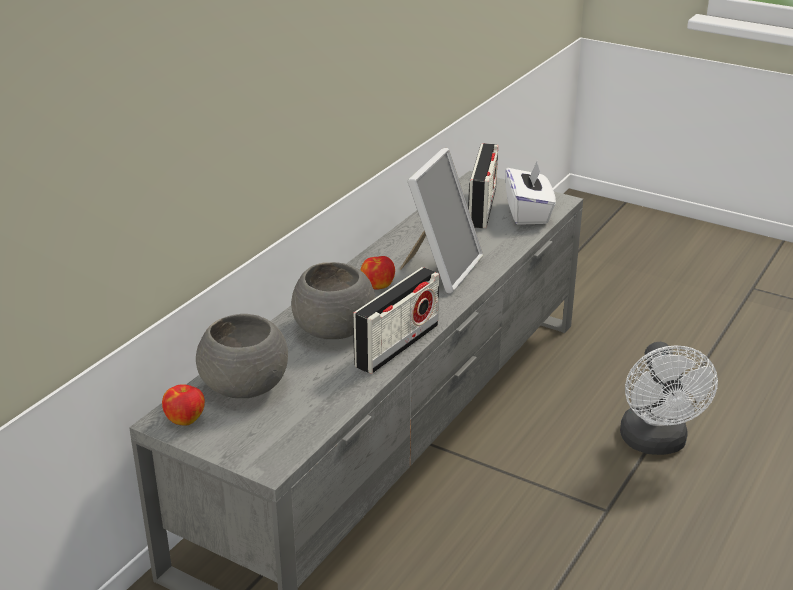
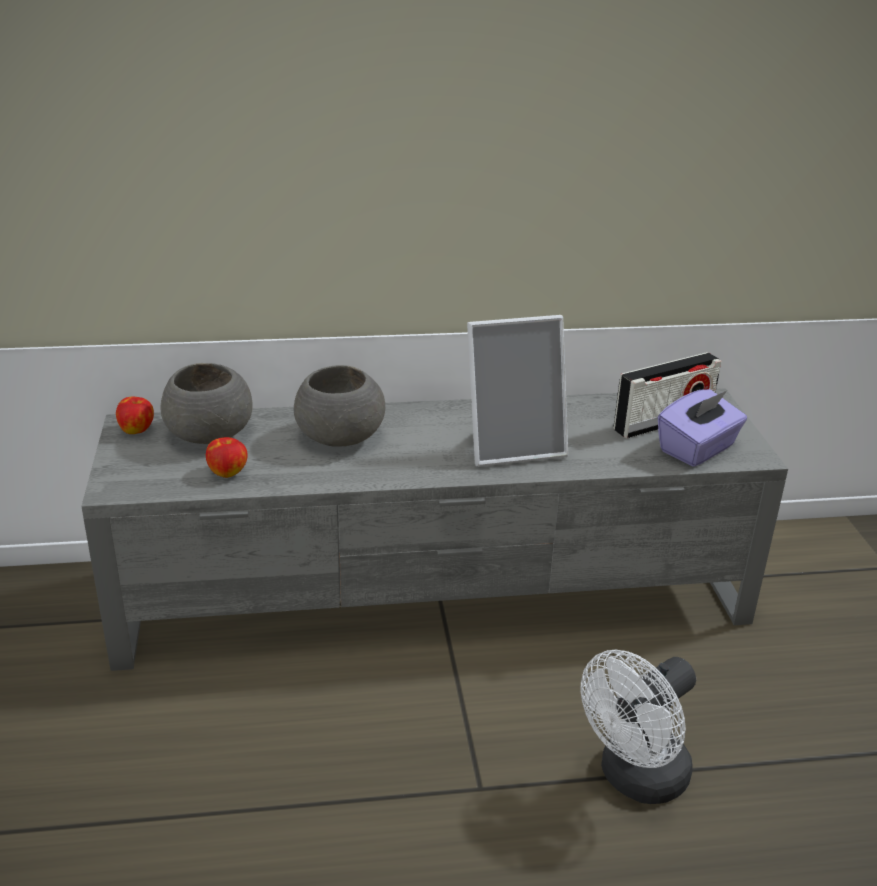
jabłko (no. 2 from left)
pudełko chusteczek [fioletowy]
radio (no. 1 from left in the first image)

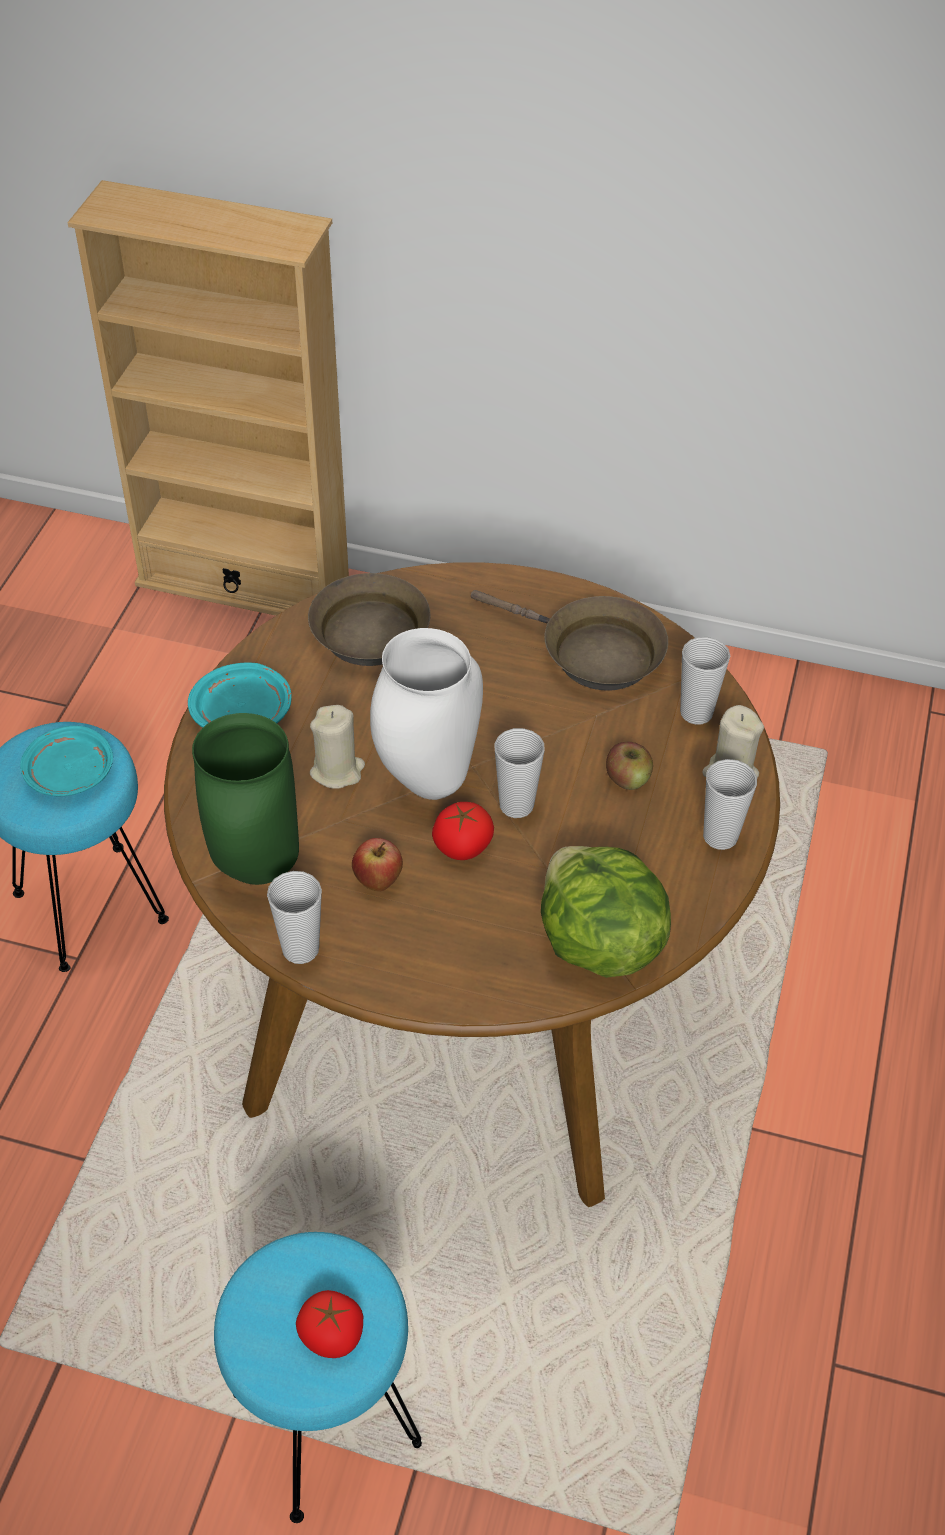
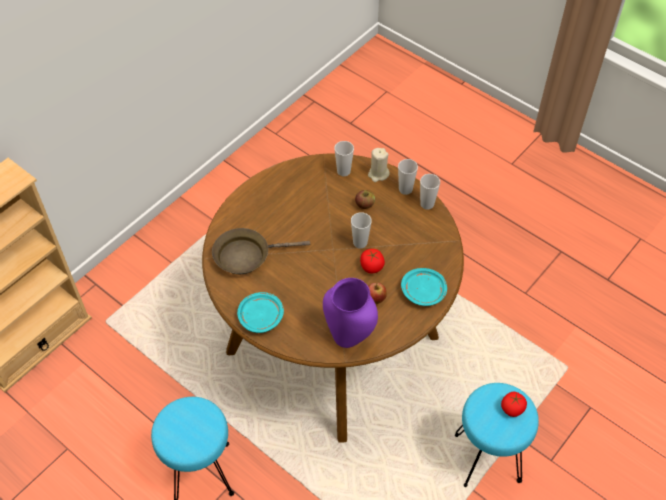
wazon [fioletowy]
talerz [turkusowy] (no. 2 from left)
filiżanka (no. 4 from left)
świeca [beżowy] (no. 1 from left in the first image)
wazon [biały]
patelnia [brązowy] (no. 2 from left in the first image)
sałata

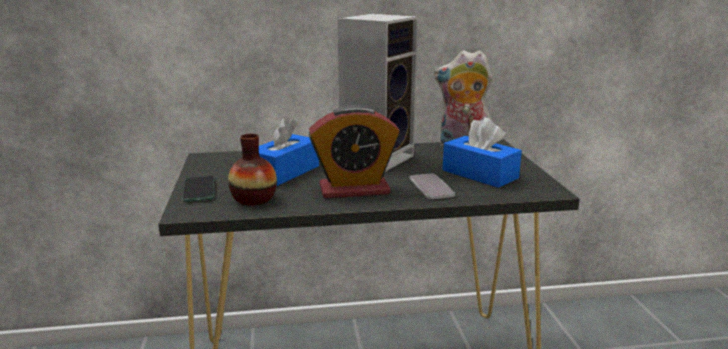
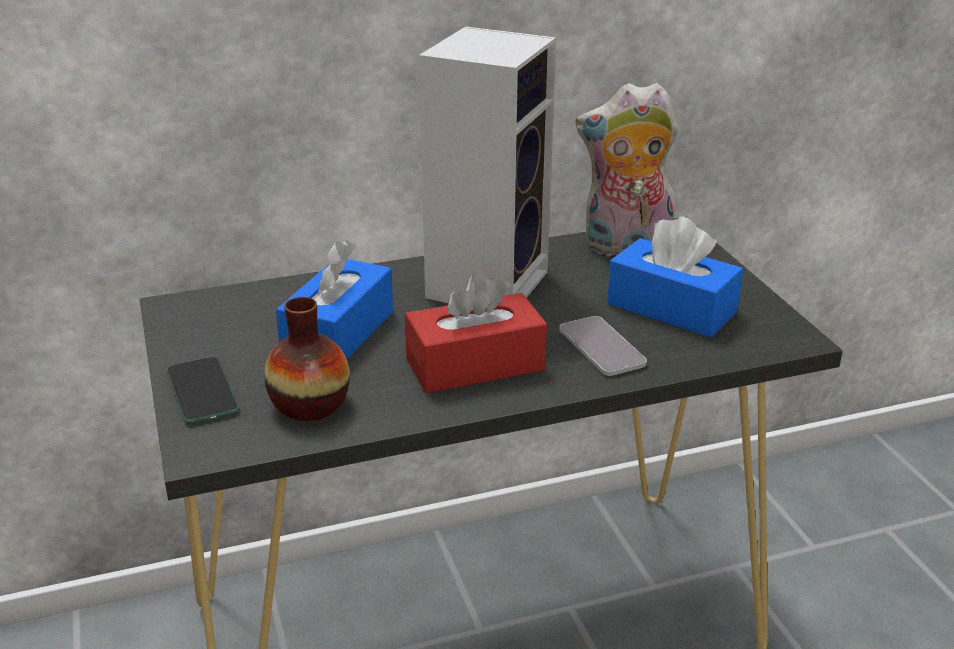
pudełko chusteczek [czerwony]

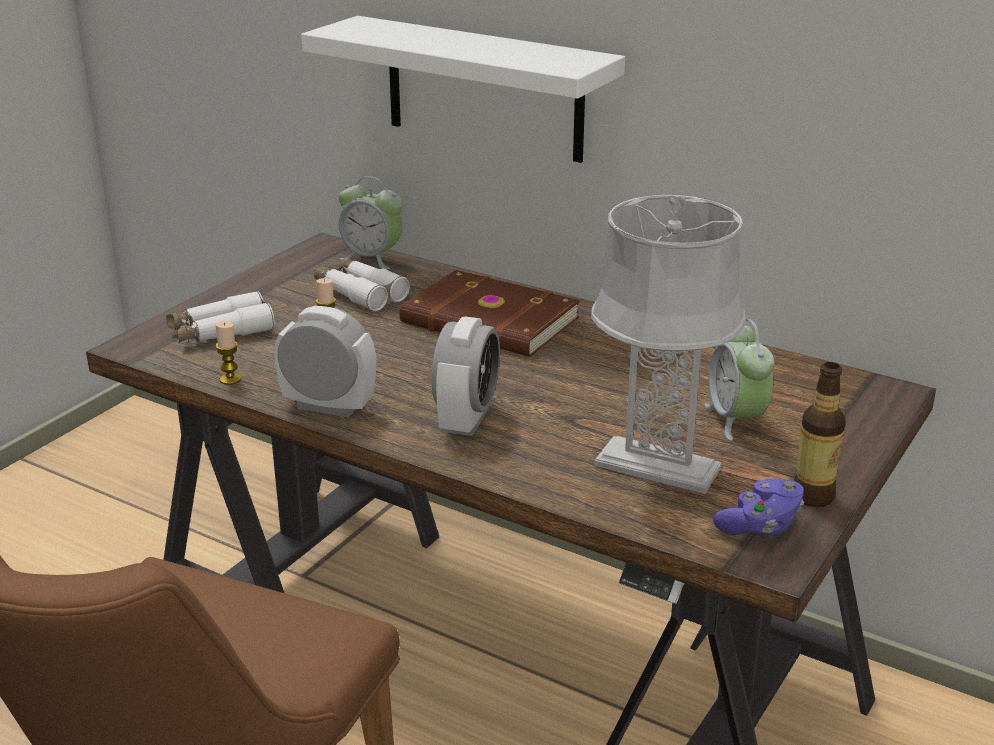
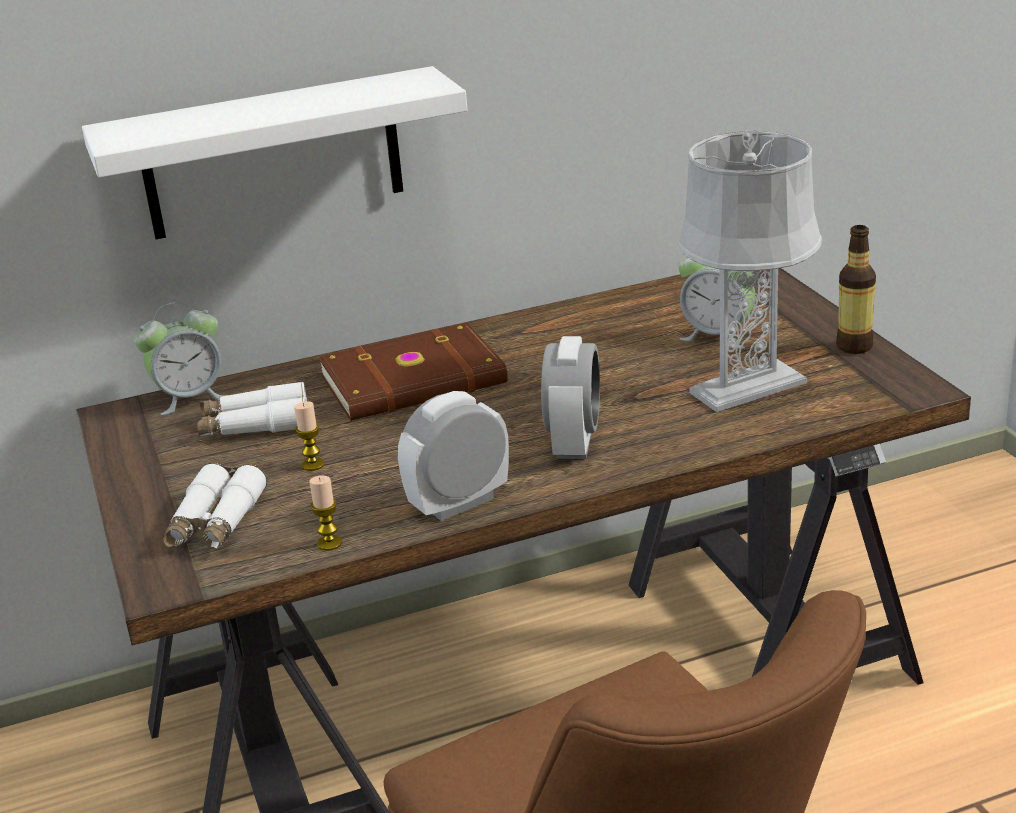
budzik (no. 3 from left)
pad do gier [fioletowy]

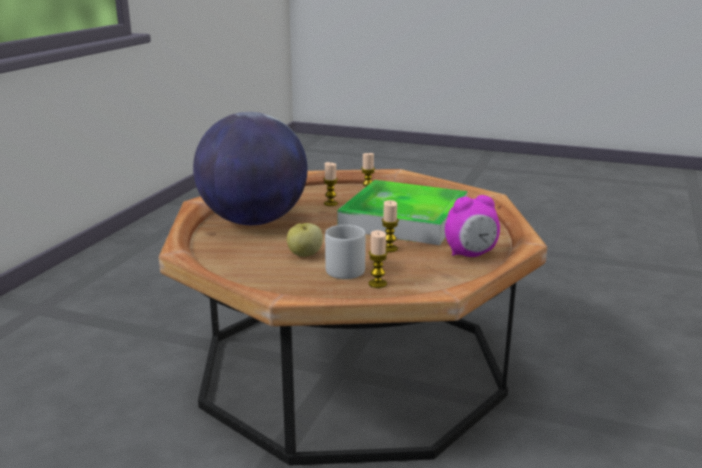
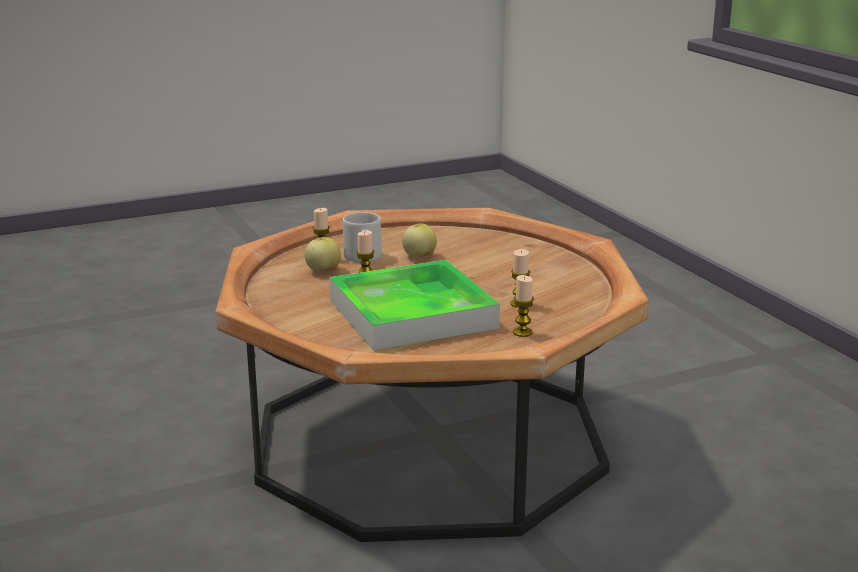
jabłko (no. 1 from left)
globus
budzik

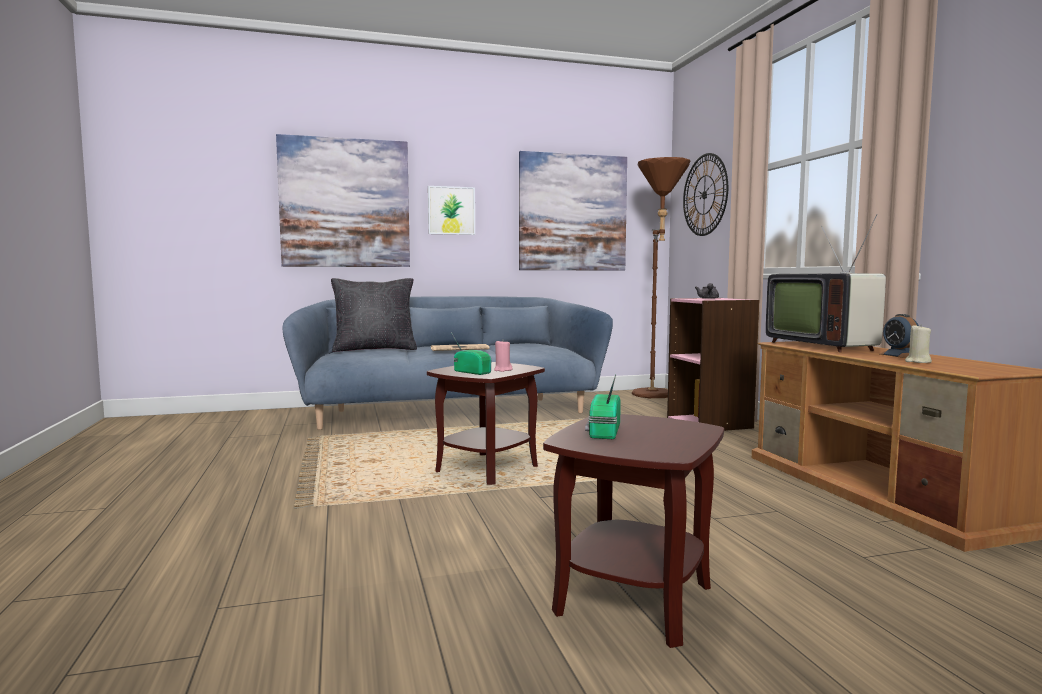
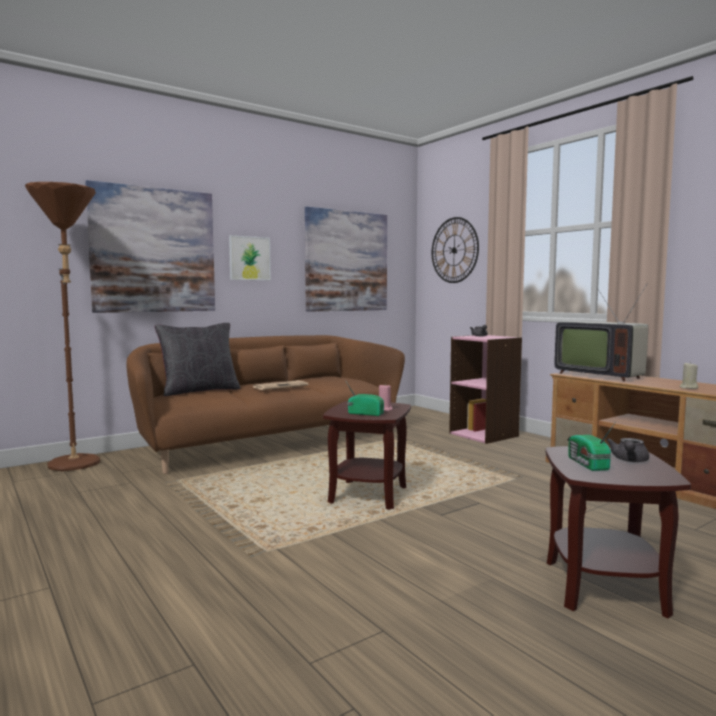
lampa stojąca [brązowy]
kanapa [brązowy]
imbryk [szary] (no. 2 from left)
budzik

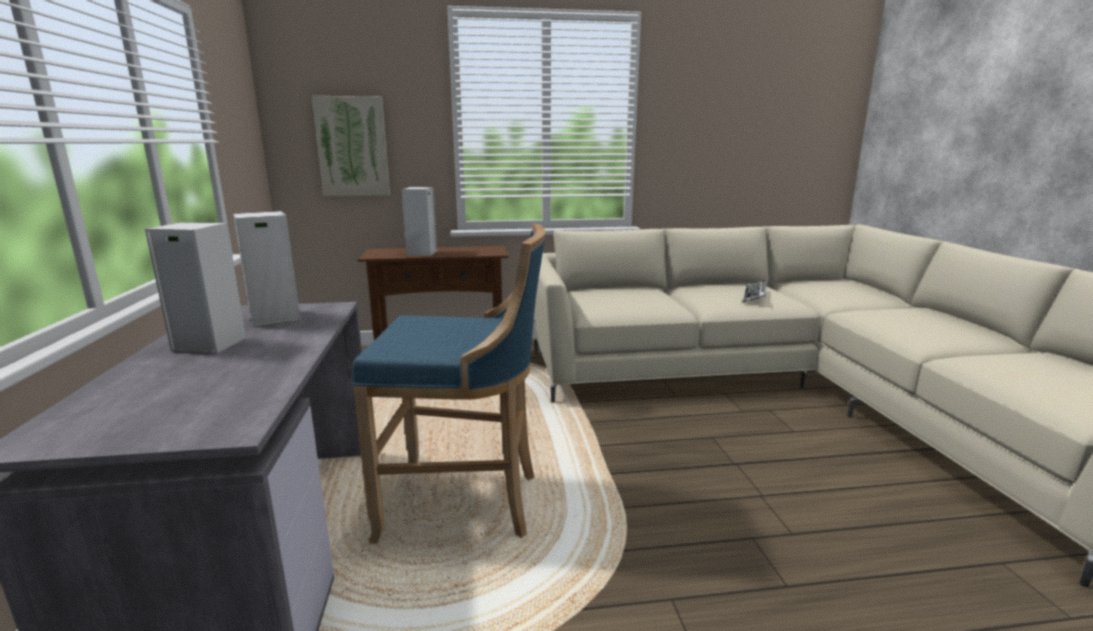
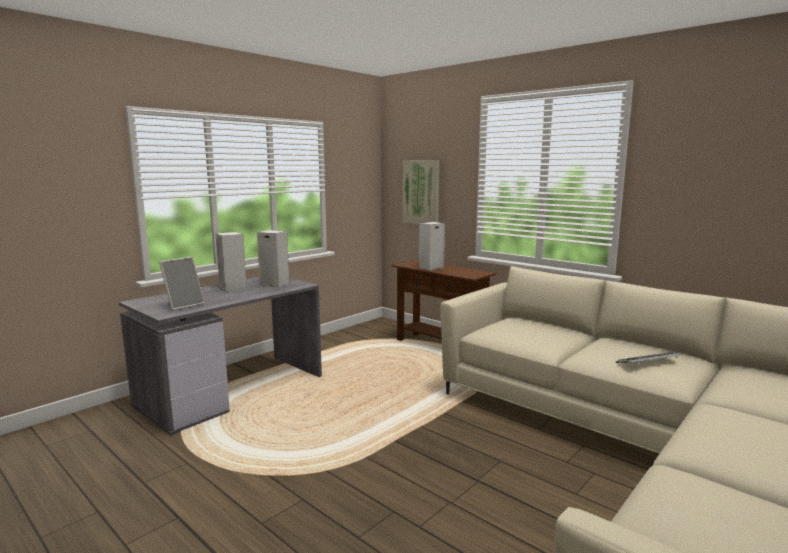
ramka na zdjęcie
stołek [niebieski]

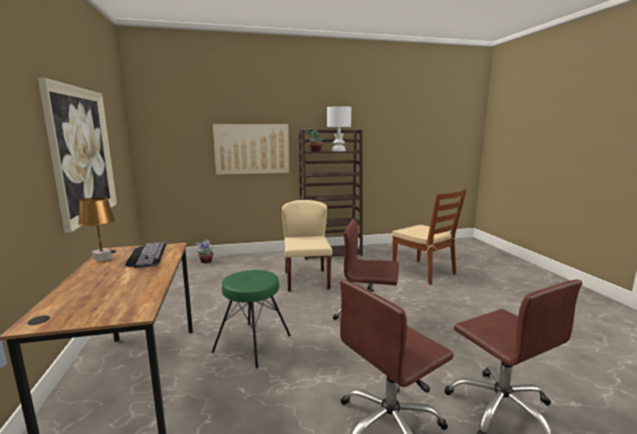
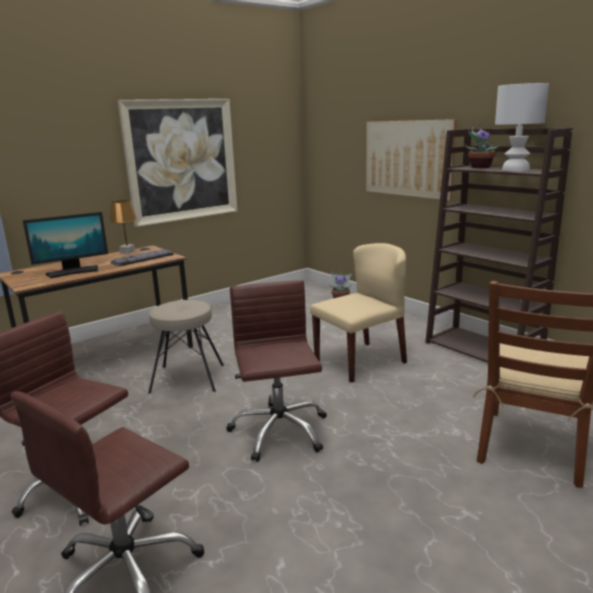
monitor
stołek [beżowy]

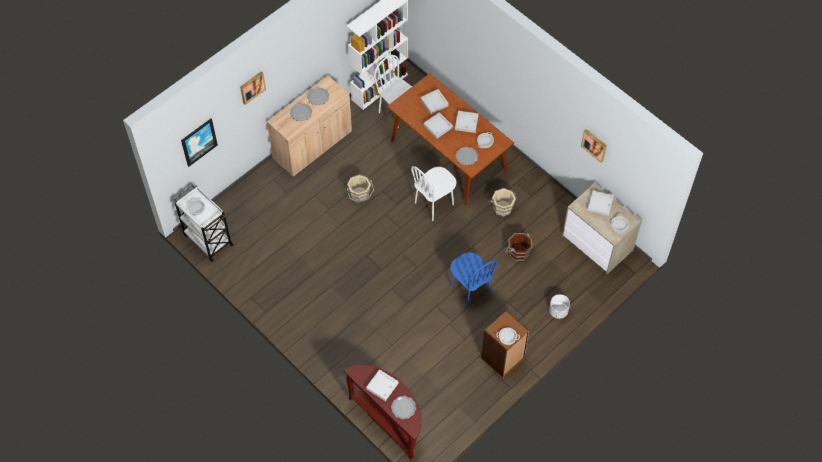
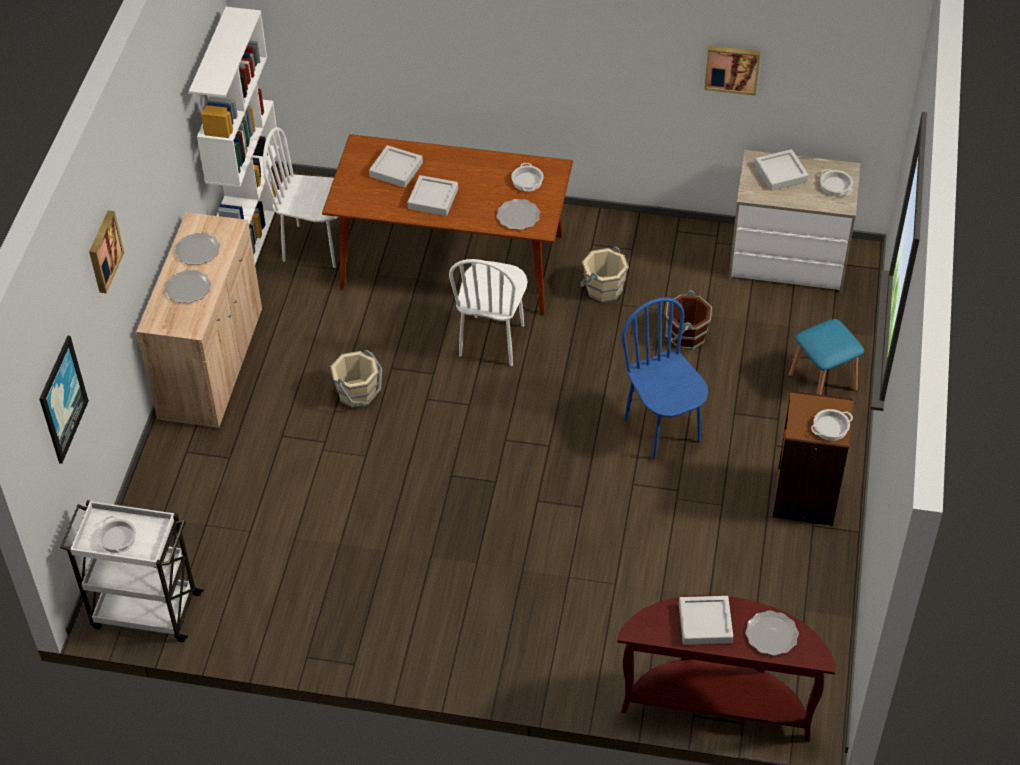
krzesło [niebieski]
stołek [niebieski]
taca [szary] (no. 4 from left in the first image)

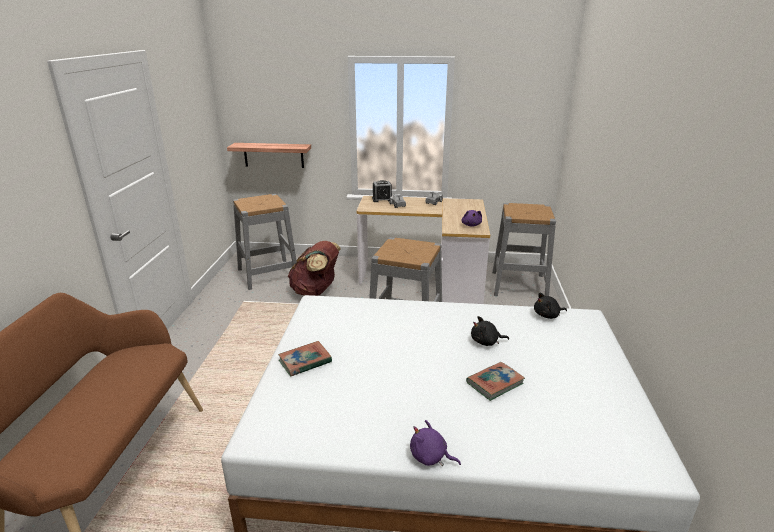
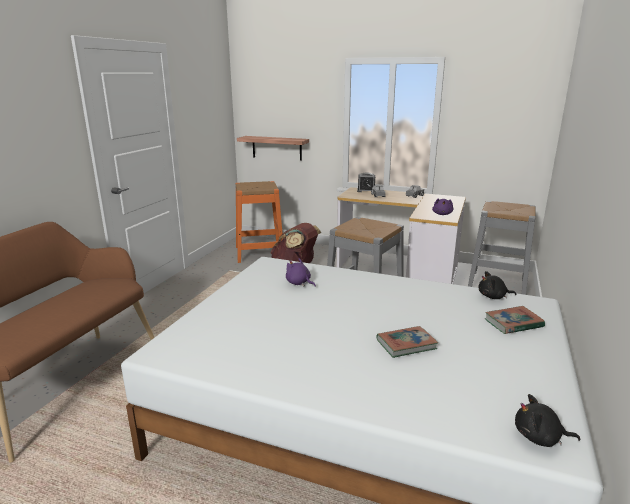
stołek [pomarańczowy]
pluszak [fioletowy] (no. 1 from left)
książka (no. 2 from left)
pluszak [czarny] (no. 2 from left)

